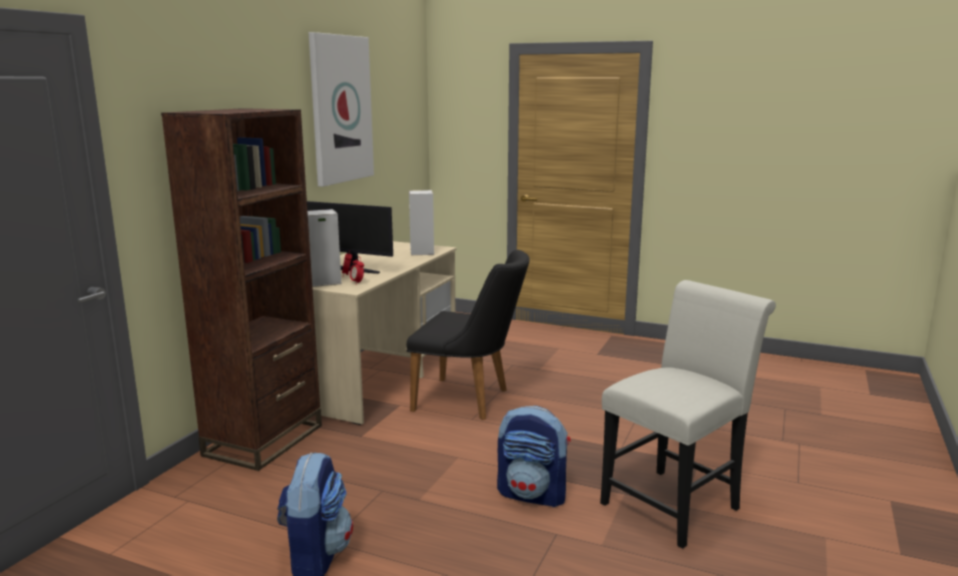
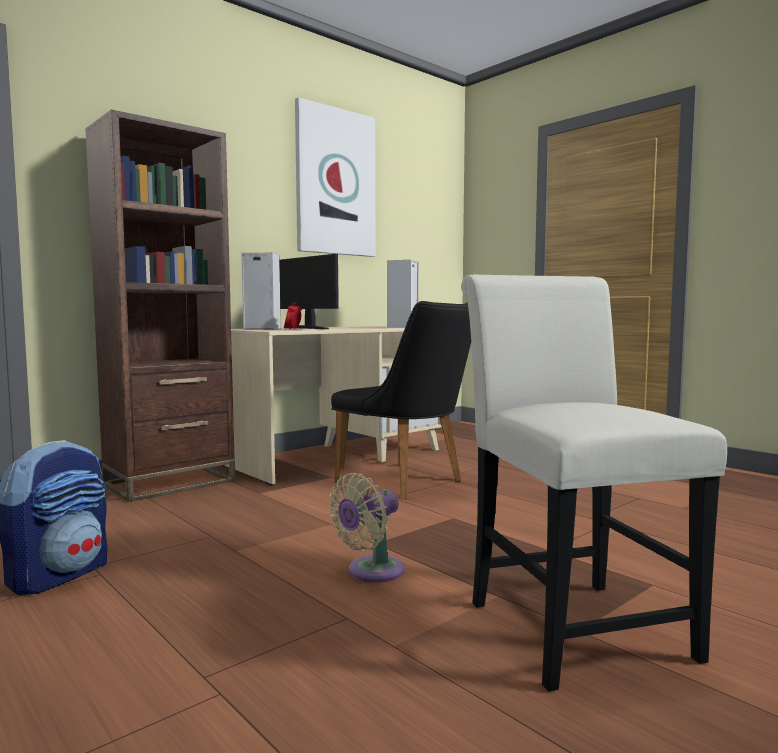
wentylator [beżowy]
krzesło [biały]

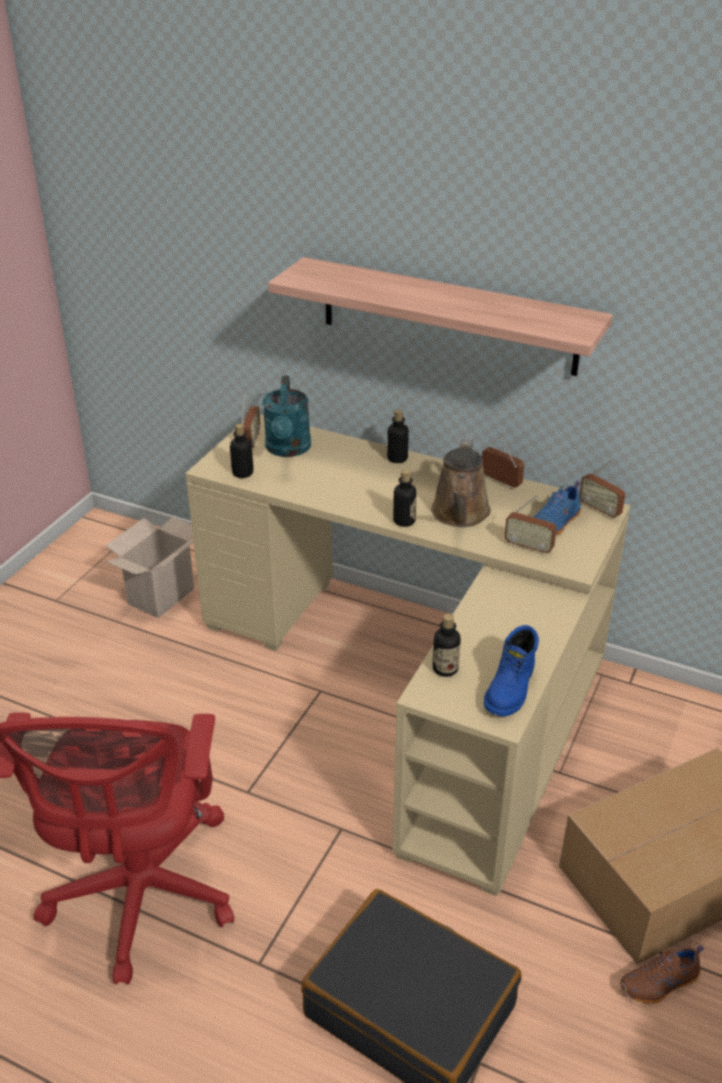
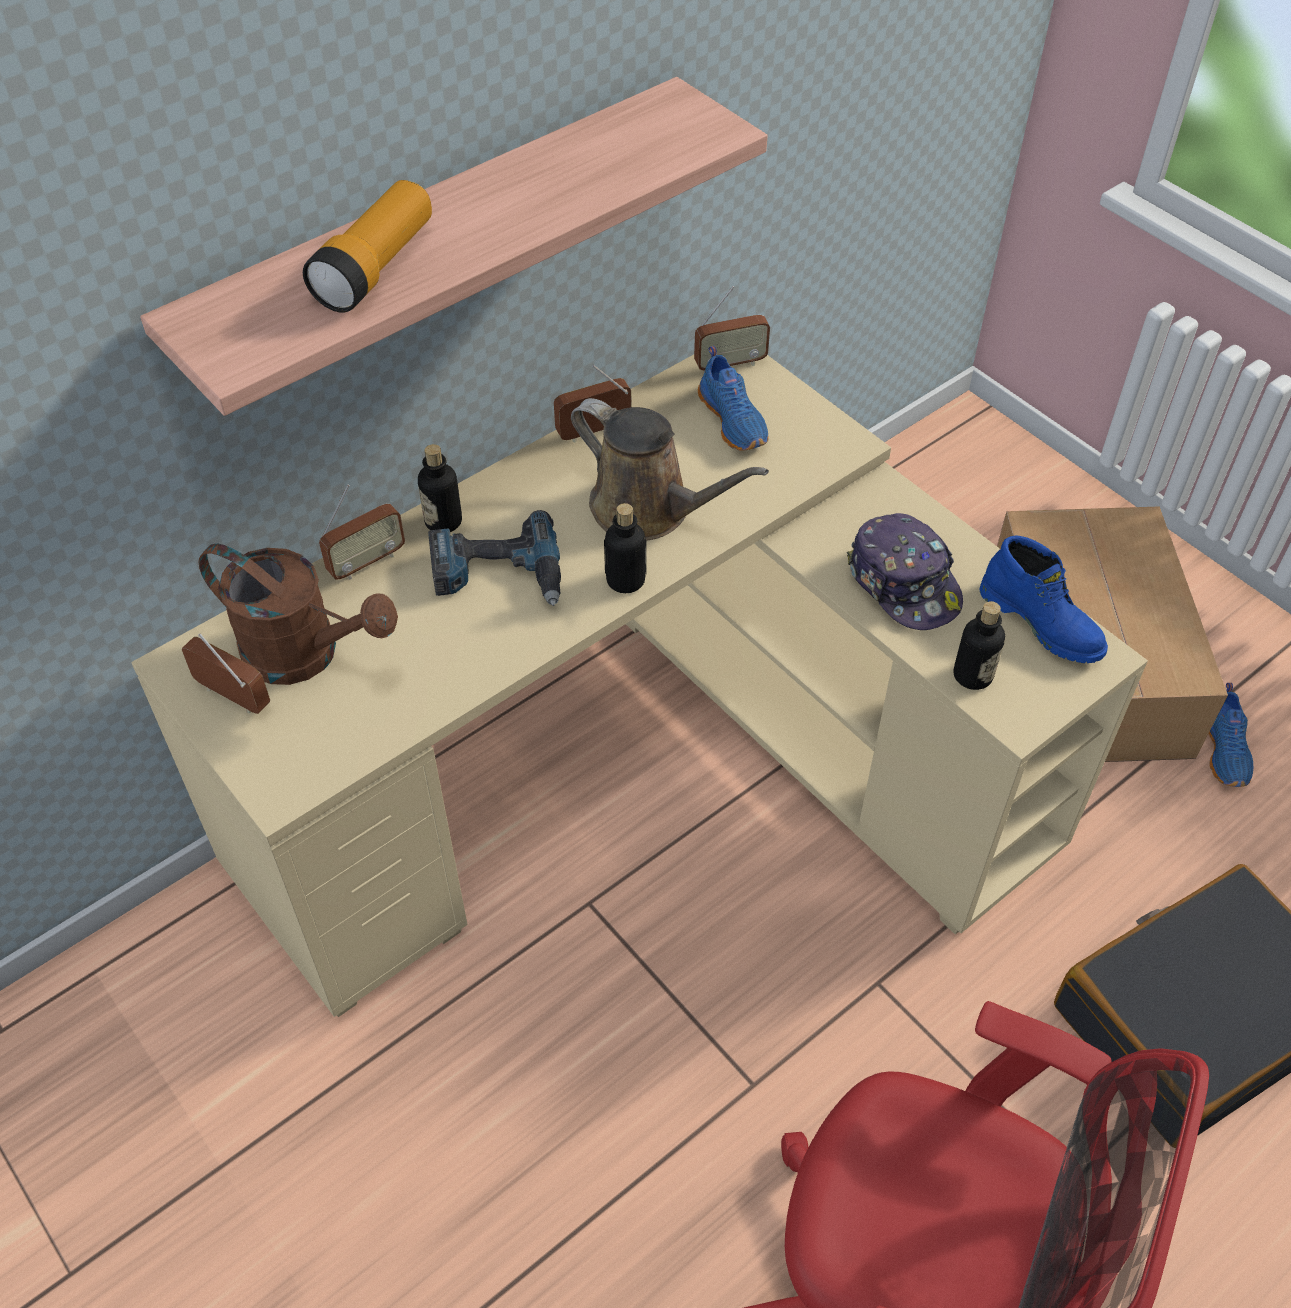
konewka [brązowy] (no. 1 from left)
latarka
radio (no. 2 from left)
wiertarka
czapka z daszkiem
but [niebieski] (no. 2 from left)
karton (no. 1 from left in the first image)
butelka (no. 1 from left in the first image)

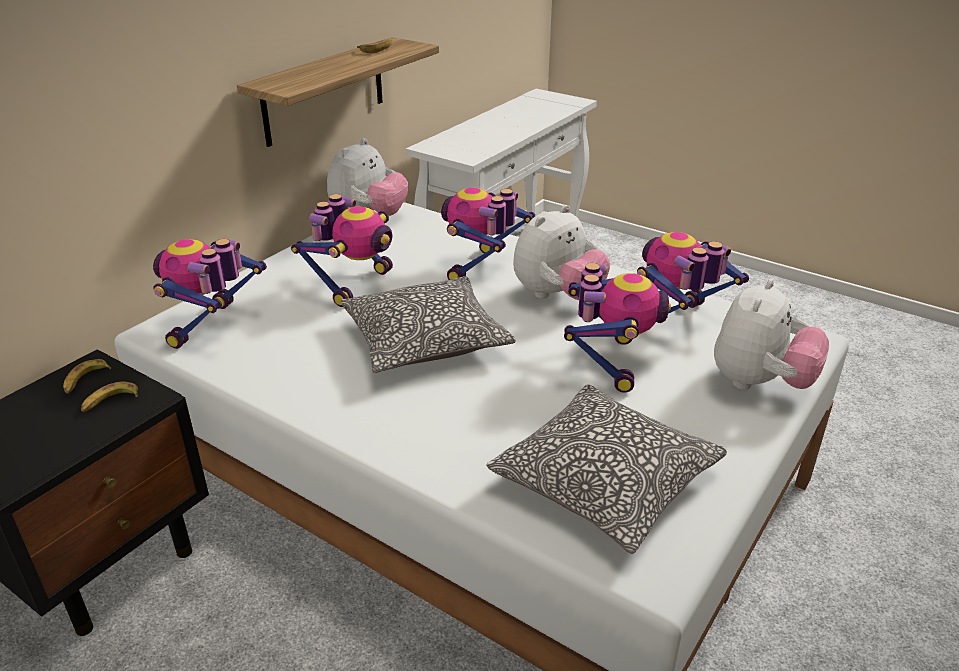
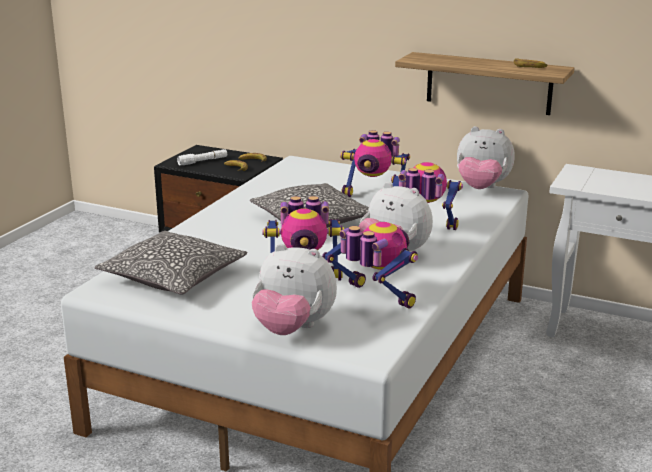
latarka [biały]
robot zabawkowy (no. 1 from left in the first image)

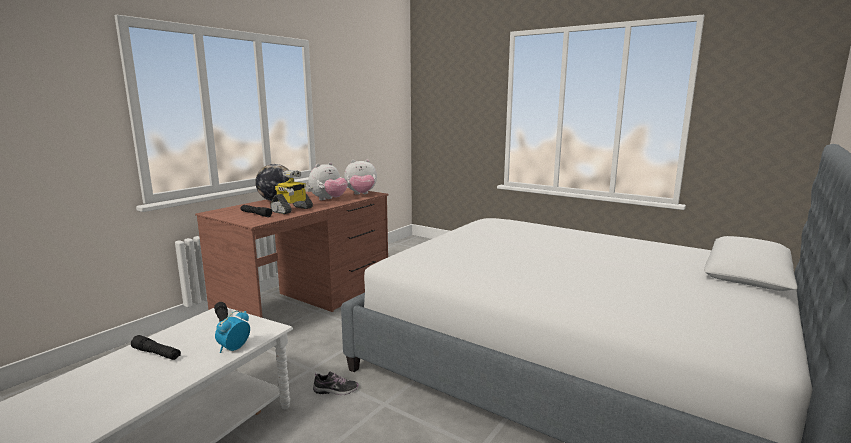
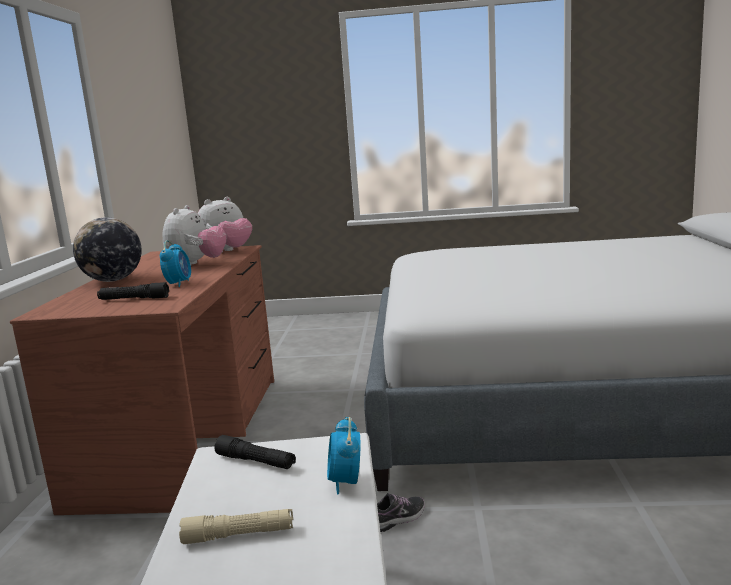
budzik (no. 1 from left)
latarka [beżowy]

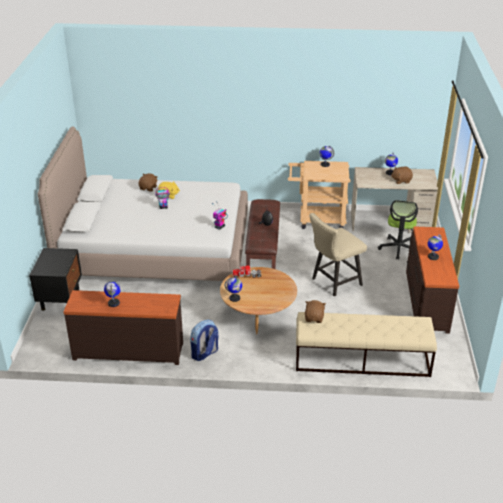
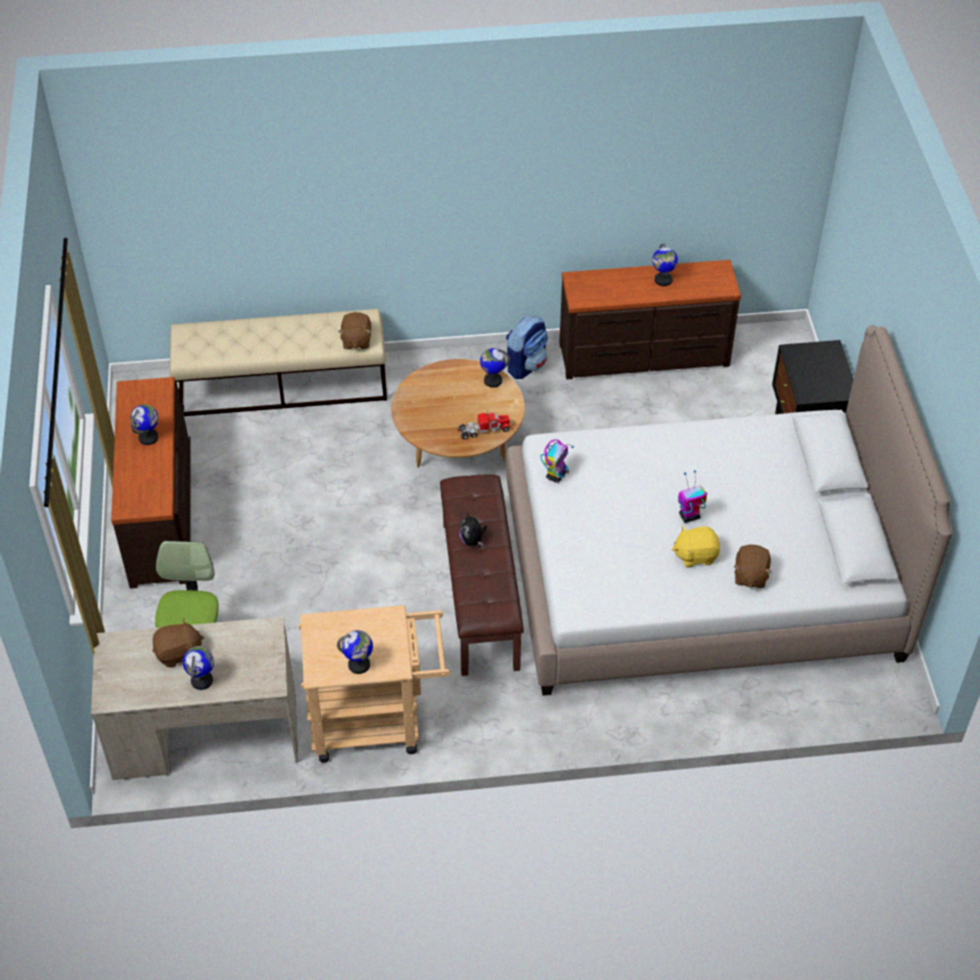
krzesło [beżowy]

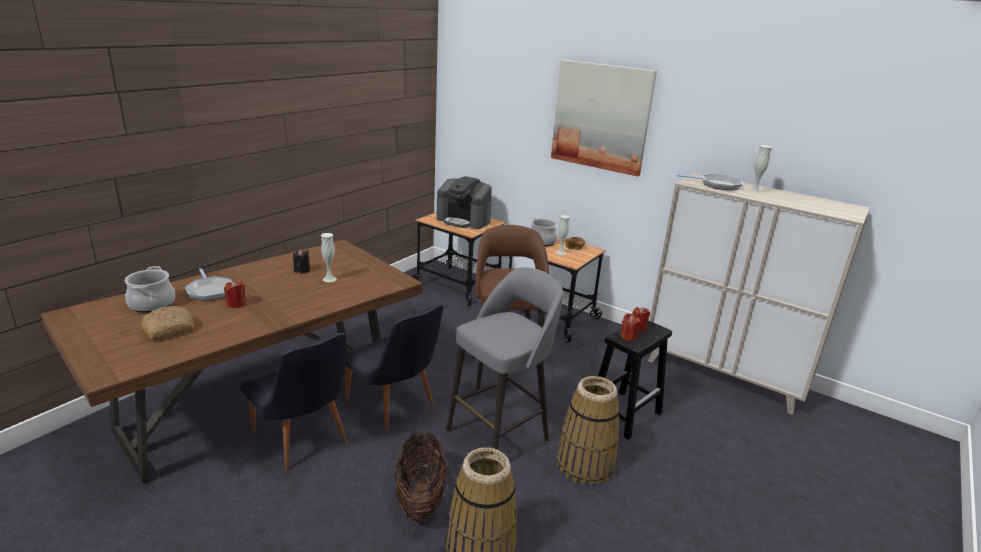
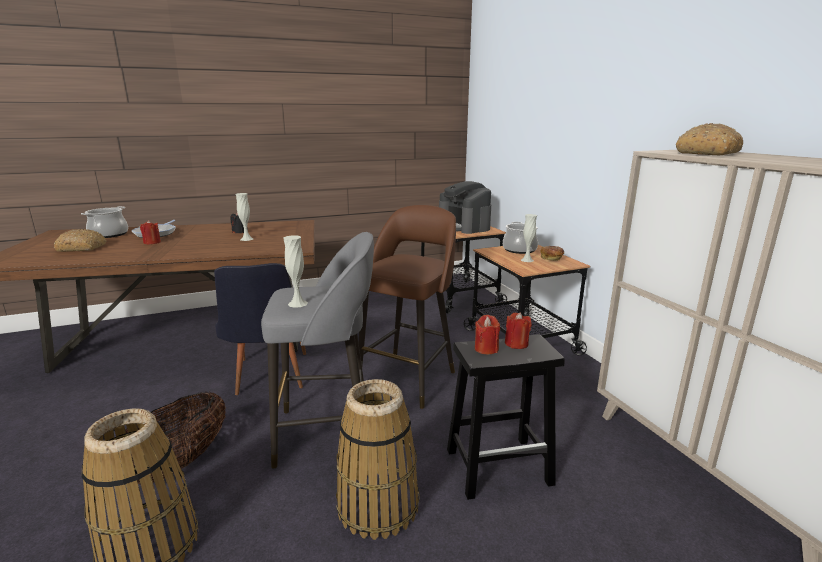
wazon [biały] (no. 2 from left)
chleb (no. 3 from left)
krzesło [czarny] (no. 1 from left in the first image)
obraz

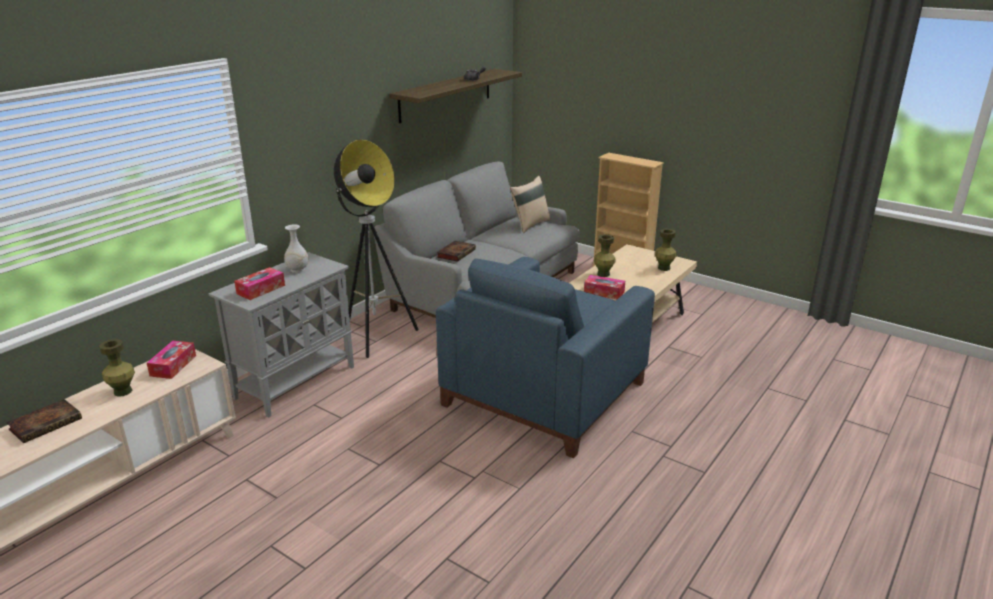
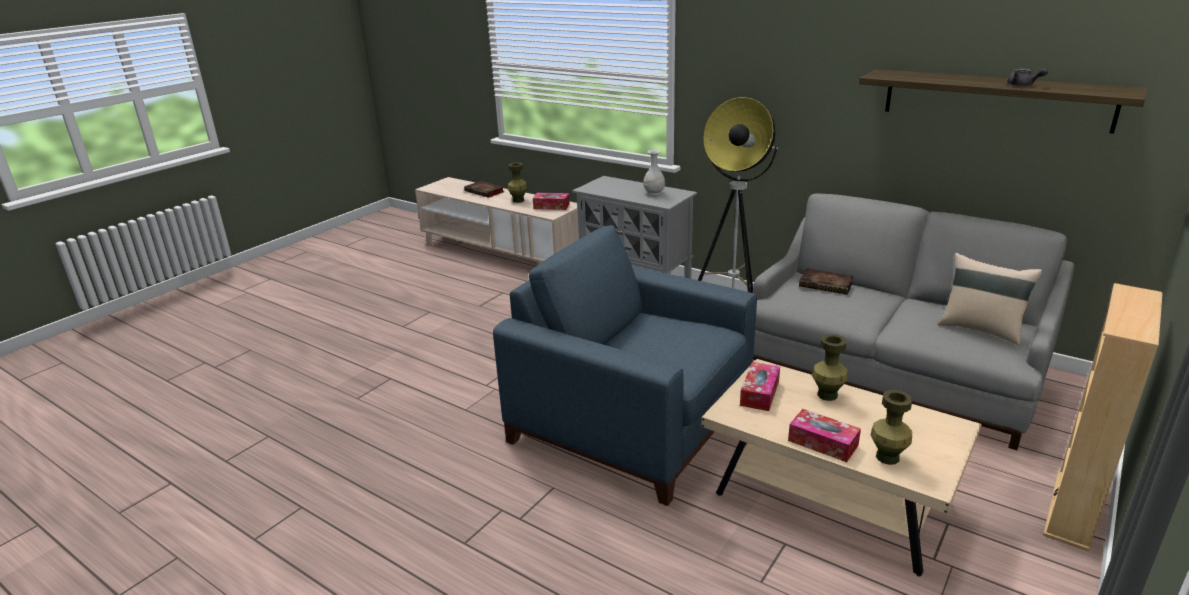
pudełko chusteczek (no. 3 from left)

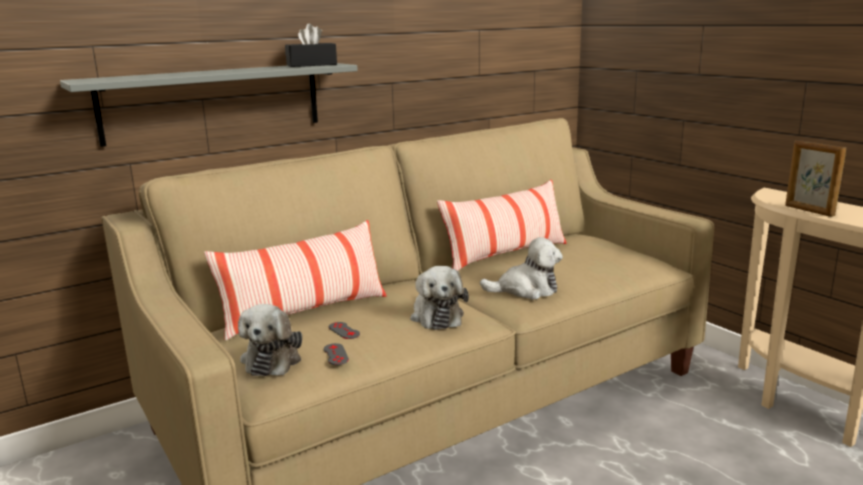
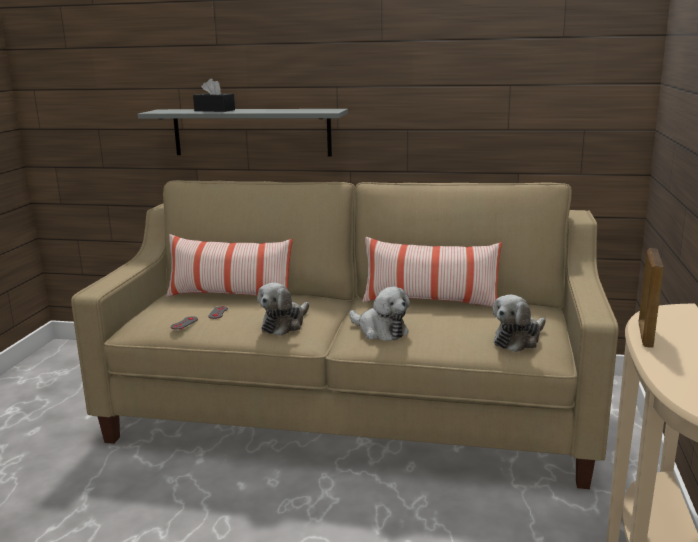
pudełko chusteczek [czarny]
pluszak (no. 3 from left)

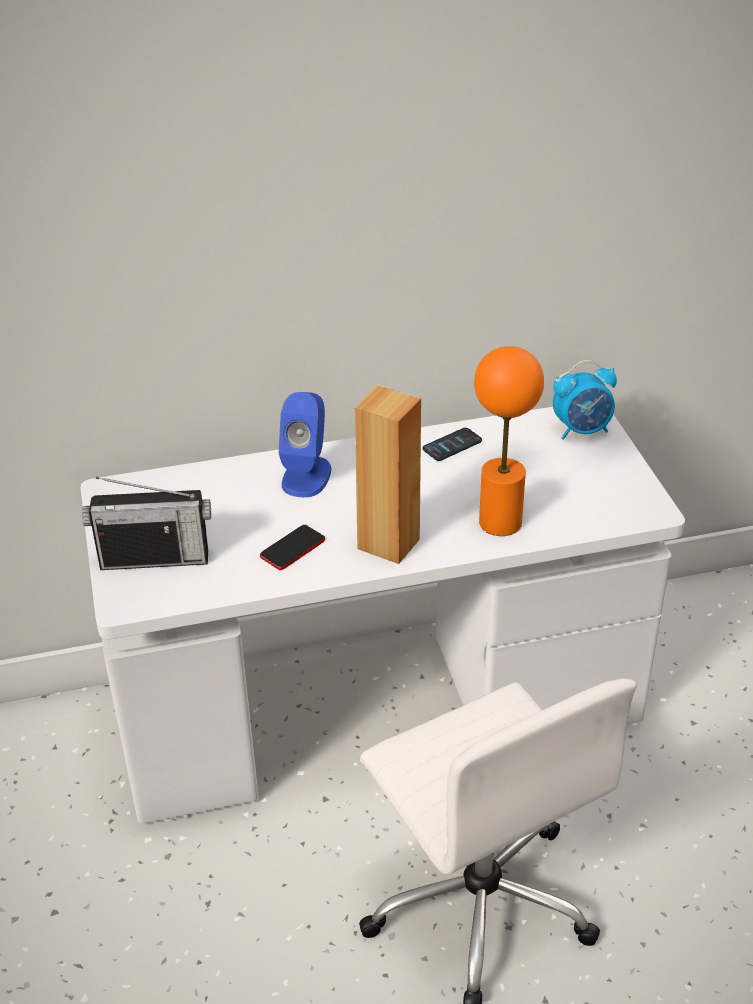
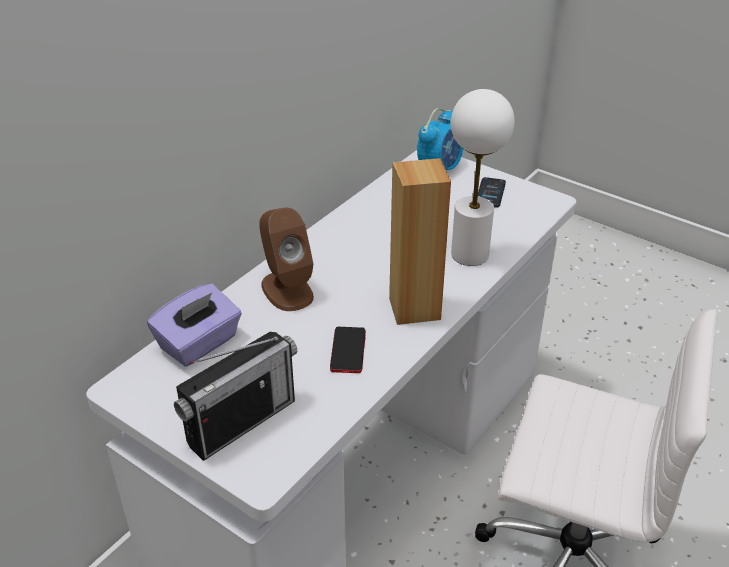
pudełko chusteczek [fioletowy]
głośnik [brązowy] (no. 1 from left)
lampa stołowa [biały]
telefon (no. 2 from left)

